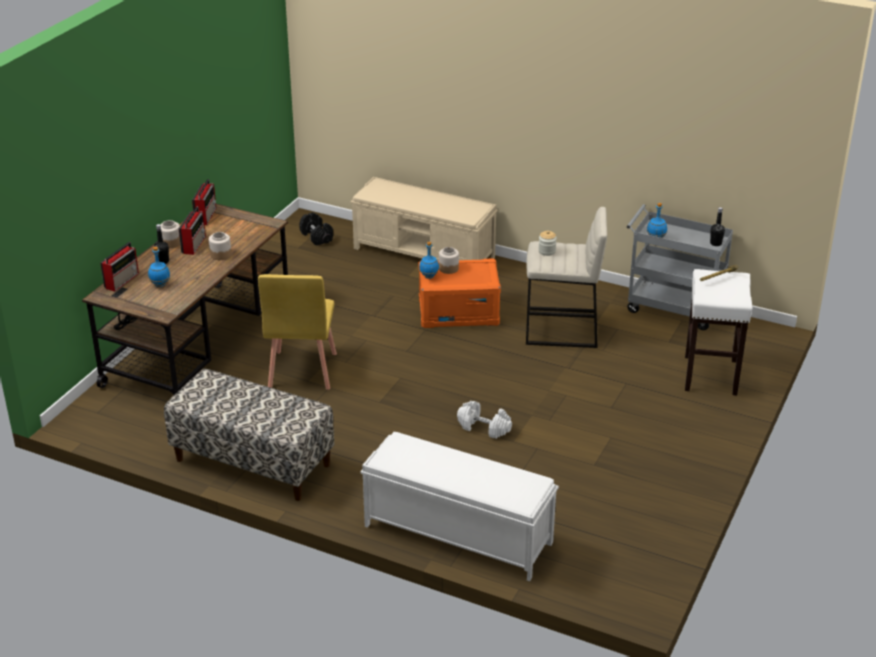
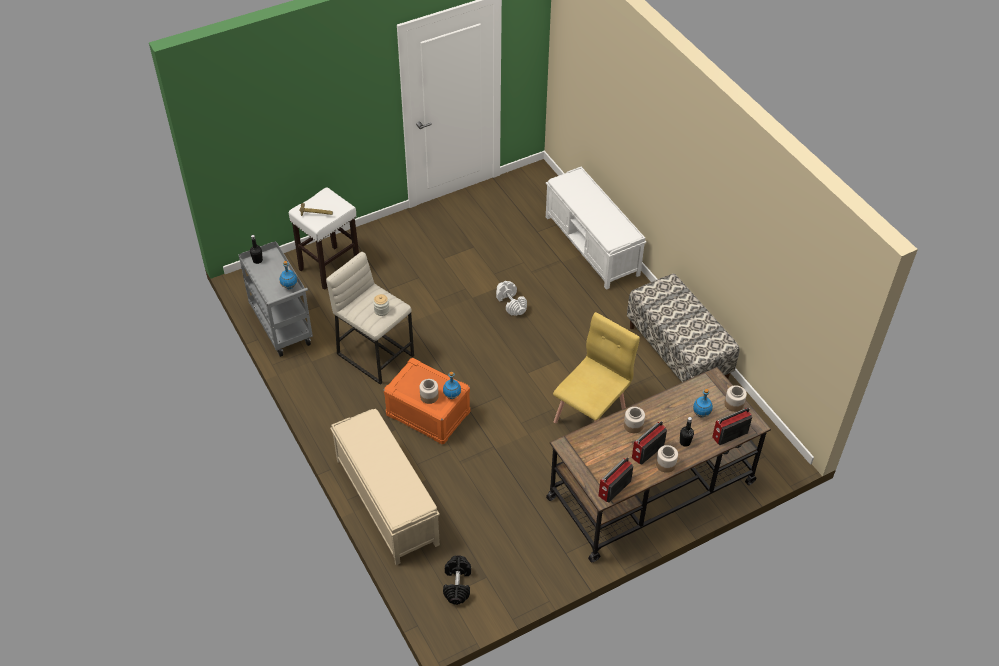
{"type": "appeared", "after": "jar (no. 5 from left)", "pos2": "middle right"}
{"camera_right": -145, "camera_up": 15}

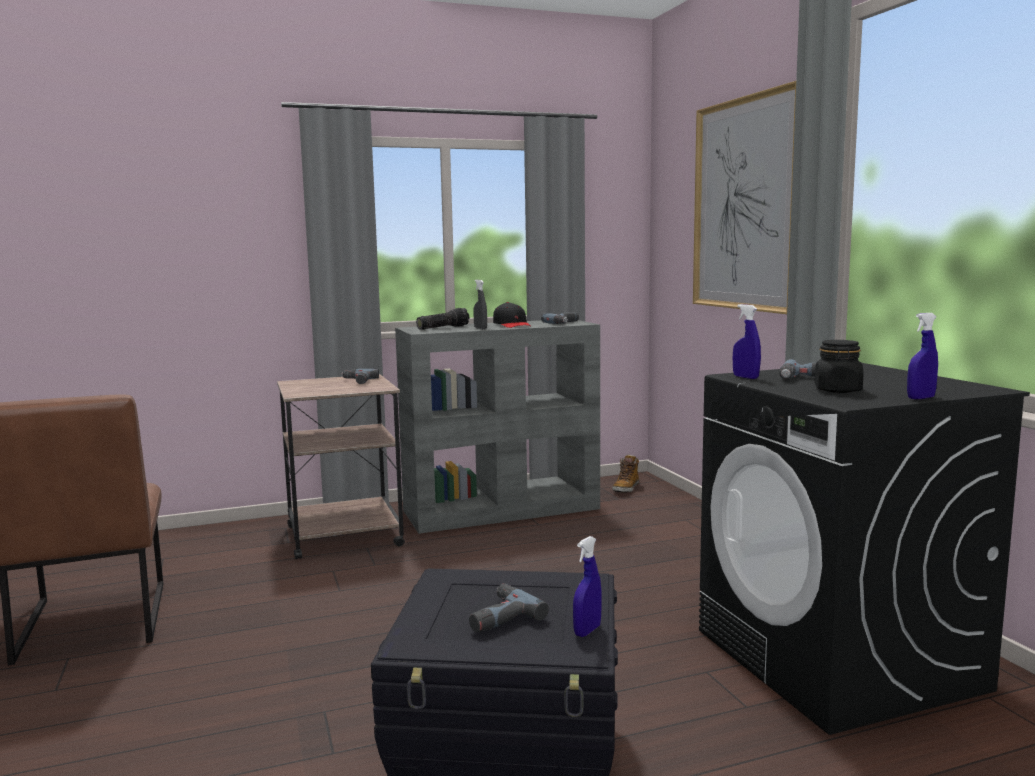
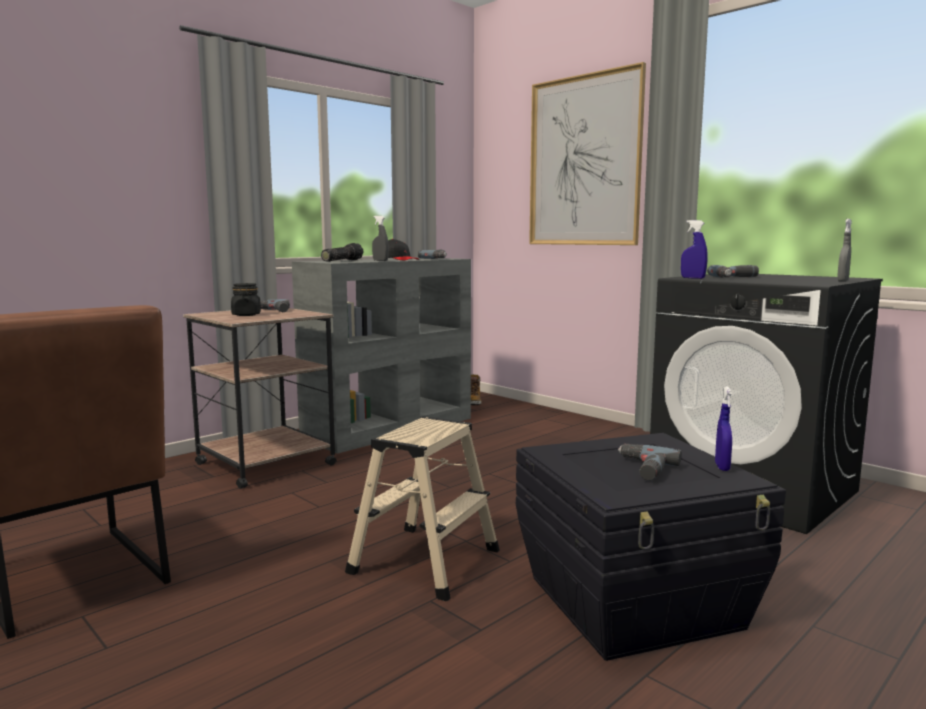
{"type": "appeared", "after": "step ladder/beige", "pos2": "bottom centre"}
{"type": "relocated", "before": "jar/black", "pos1": "middle right", "pos2": "middle left"}
{"type": "colour", "before": "spray bottle/blue (no. 3 from left)", "after": "spray bottle/grey (no. 2 from left)", "pos1": "middle right", "pos2": "middle right"}
{"camera_right": -25, "camera_up": 0}

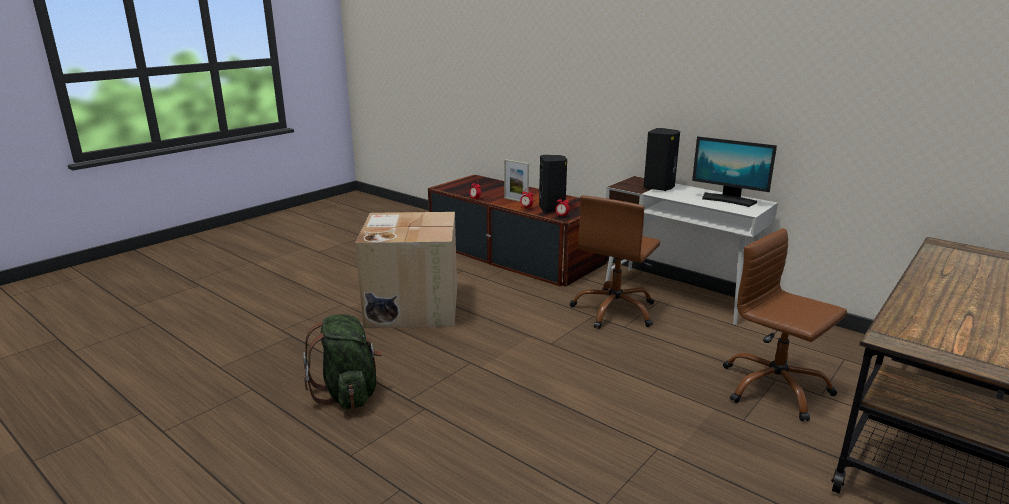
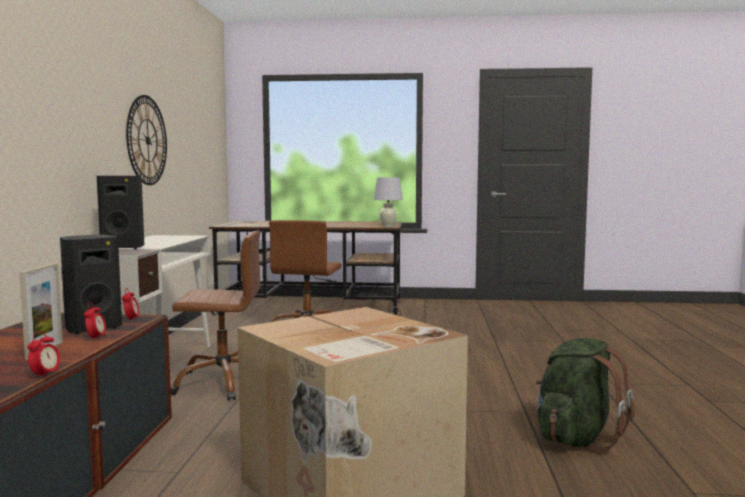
{"type": "missing", "before": "monitor", "pos1": "middle right"}
{"type": "appeared", "after": "wall clock", "pos2": "top left"}
{"type": "appeared", "after": "table lamp/white", "pos2": "centre"}
{"camera_right": -125, "camera_up": -15}

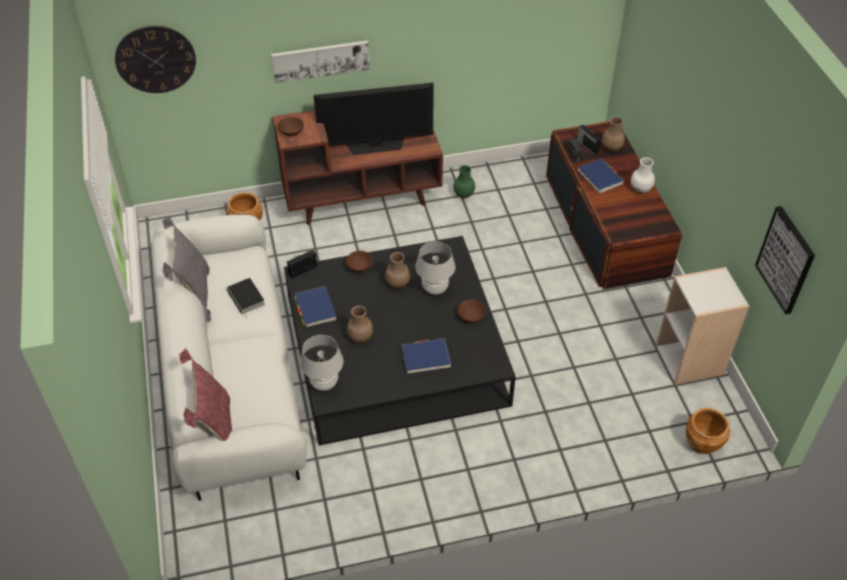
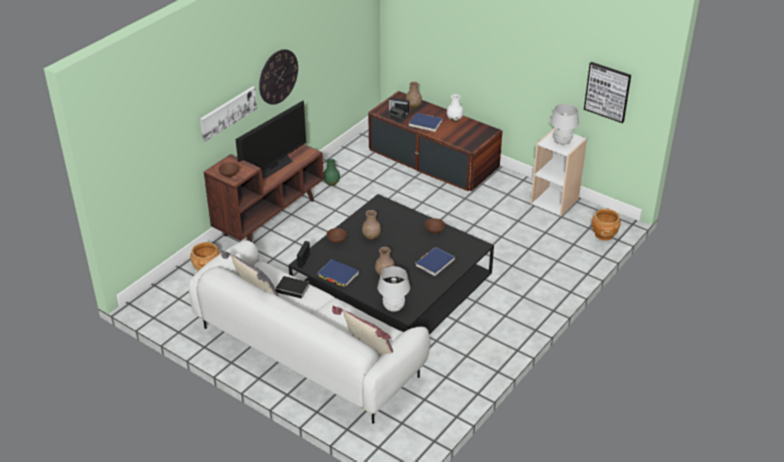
{"type": "relocated", "before": "wall clock", "pos1": "top left", "pos2": "top centre"}
{"type": "relocated", "before": "table lamp/white (no. 2 from left)", "pos1": "centre", "pos2": "top right"}
{"camera_right": -40, "camera_up": -10}

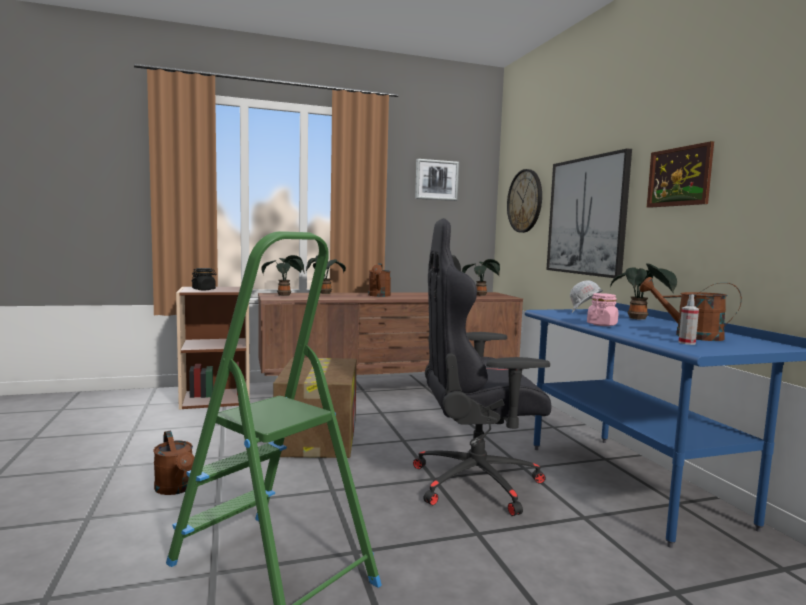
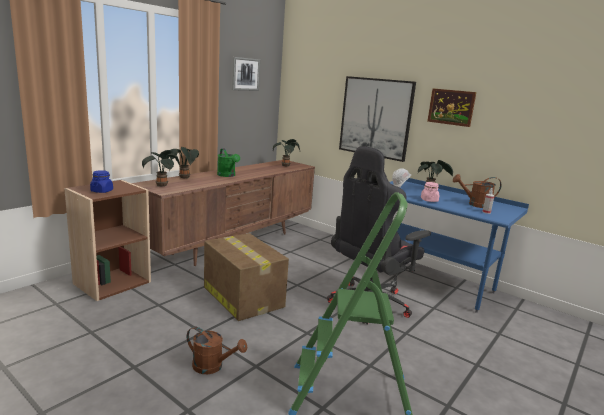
{"type": "missing", "before": "wall clock", "pos1": "top centre"}
{"type": "colour", "before": "jar/black", "after": "jar/blue", "pos1": "middle left", "pos2": "middle left"}
{"type": "colour", "before": "watering can/brown (no. 2 from left)", "after": "watering can/green", "pos1": "centre", "pos2": "centre"}
{"camera_right": -35, "camera_up": 10}

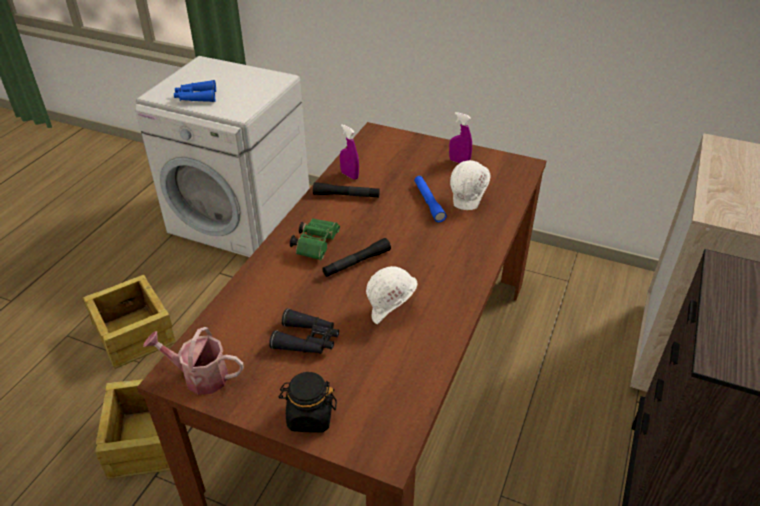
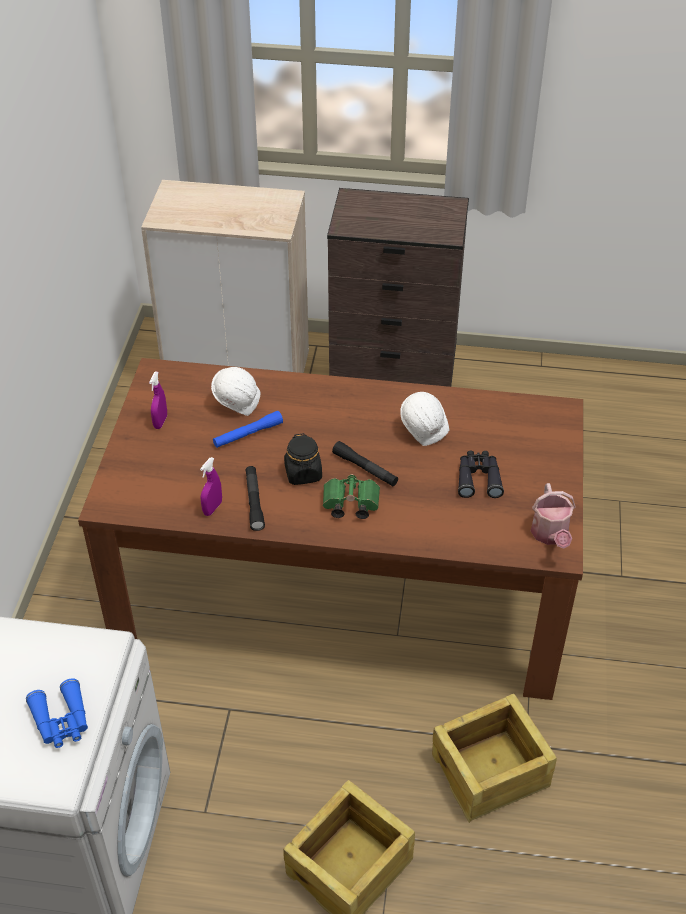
{"type": "relocated", "before": "jar/black", "pos1": "bottom centre", "pos2": "centre"}
{"camera_right": -105, "camera_up": 5}

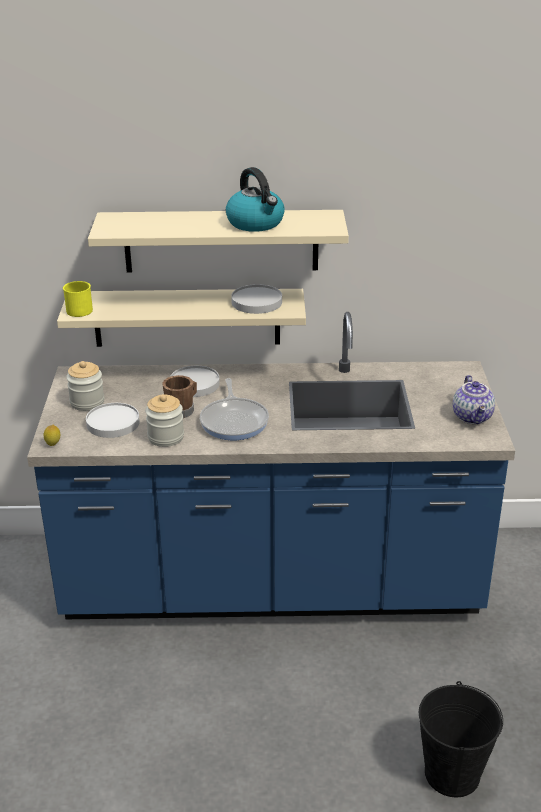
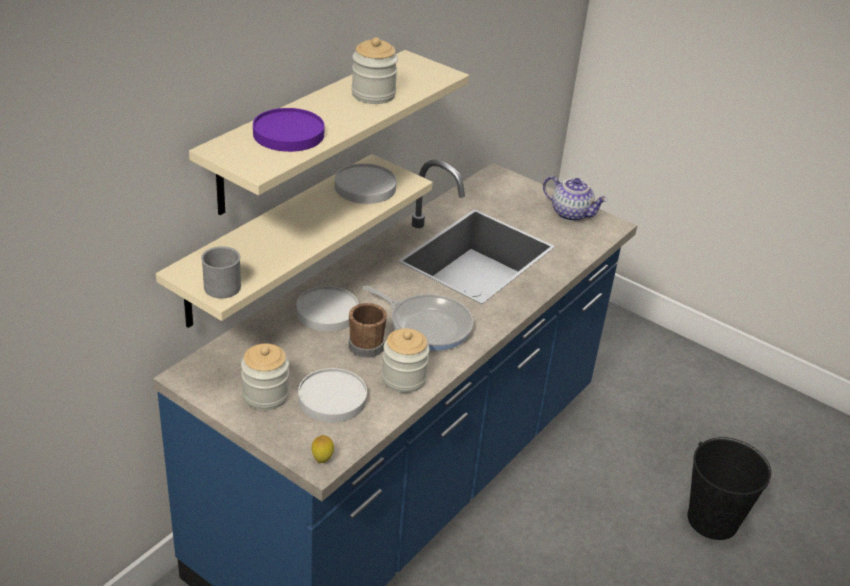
{"type": "appeared", "after": "plate/purple", "pos2": "top centre"}
{"type": "exchanged", "before": "kettle", "after": "jar (no. 2 from left)", "pos1": "top centre", "pos2": "top centre"}
{"type": "colour", "before": "mug/yellow", "after": "mug/grey", "pos1": "middle left", "pos2": "middle left"}
{"camera_right": -55, "camera_up": 5}

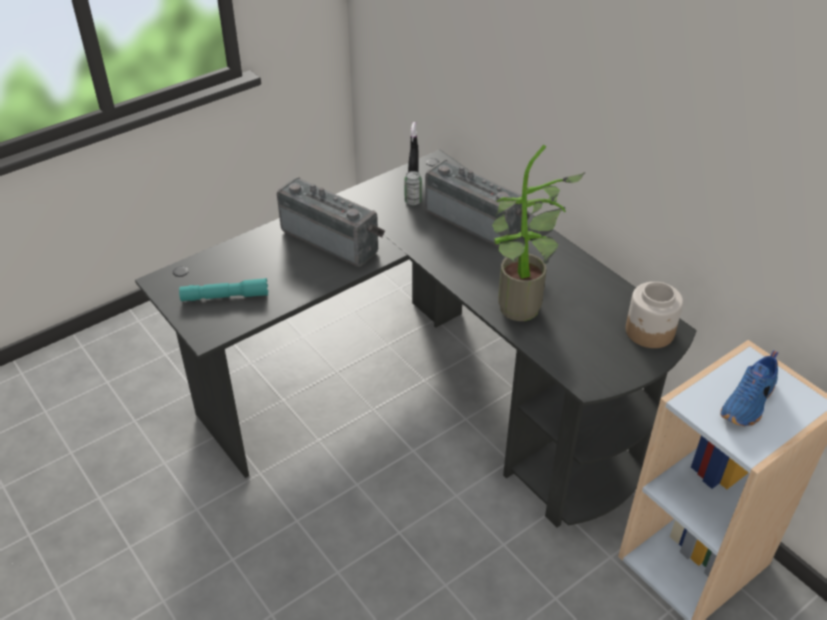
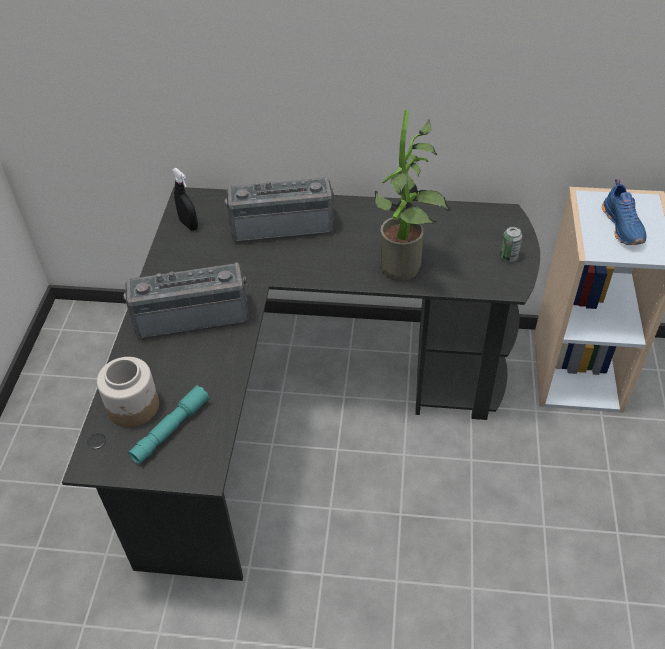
{"type": "relocated", "before": "can", "pos1": "top centre", "pos2": "middle right"}
{"type": "relocated", "before": "jar", "pos1": "middle right", "pos2": "middle left"}
{"camera_right": -45, "camera_up": 5}

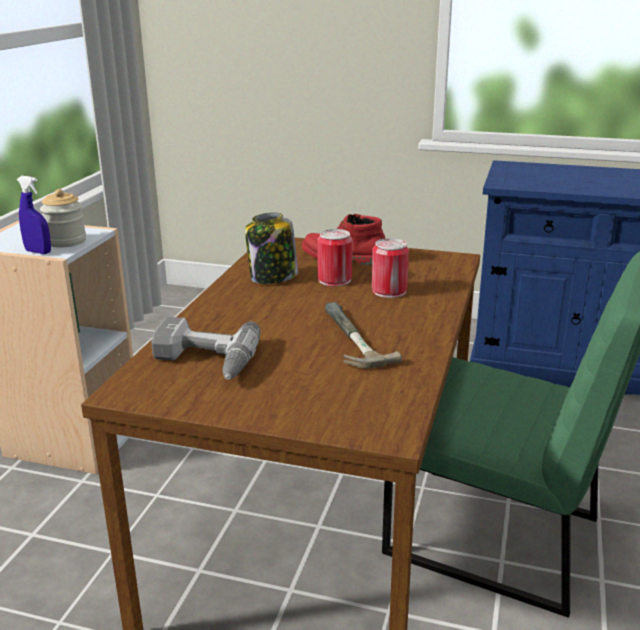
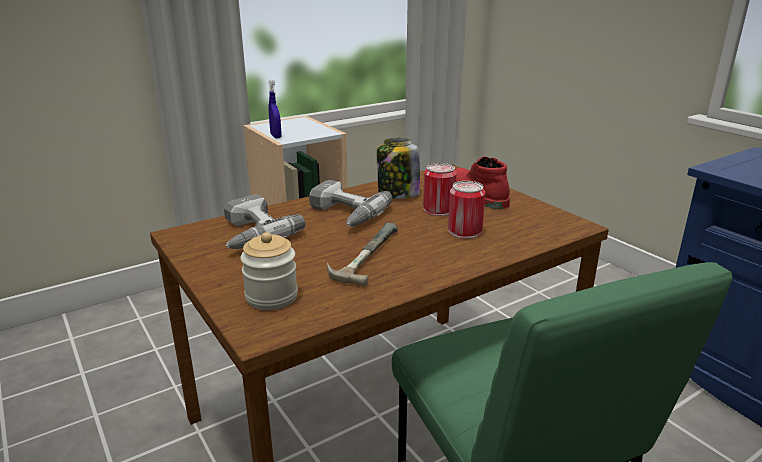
{"type": "appeared", "after": "power drill (no. 2 from left)", "pos2": "centre"}
{"type": "relocated", "before": "jar (no. 1 from left)", "pos1": "middle left", "pos2": "centre"}
{"camera_right": 40, "camera_up": 0}

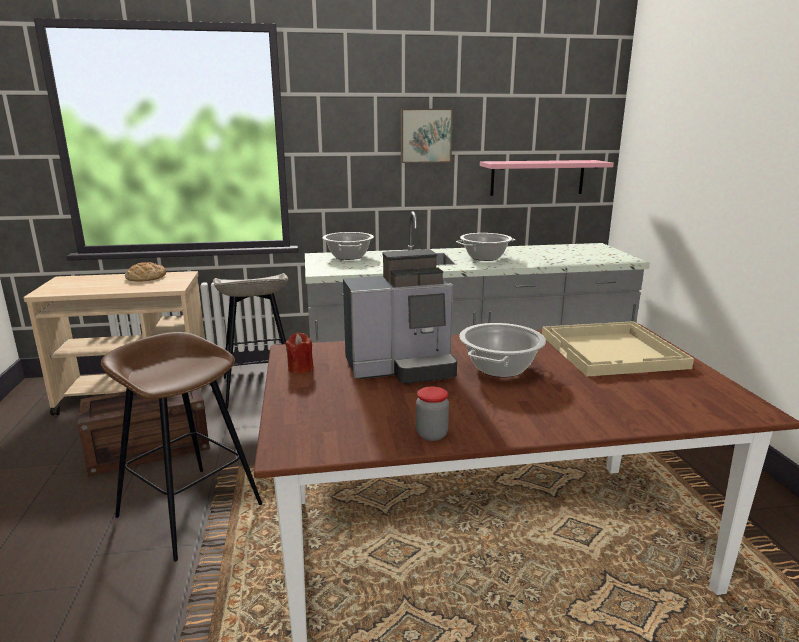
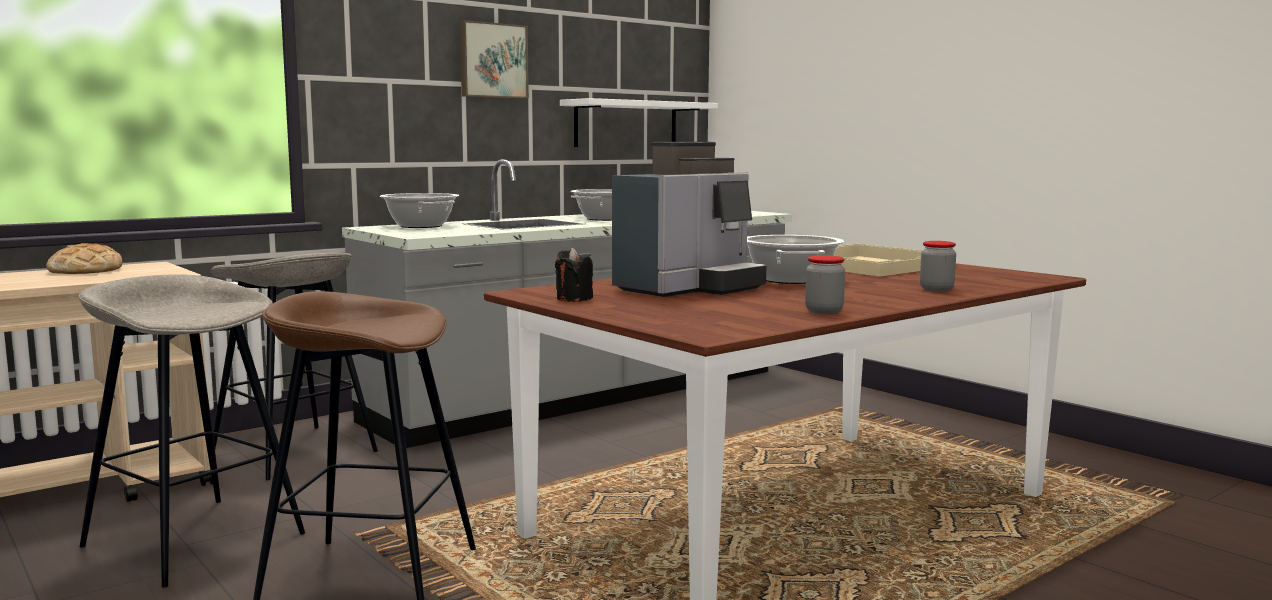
{"type": "appeared", "after": "jar (no. 2 from left)", "pos2": "middle right"}
{"type": "exchanged", "before": "crate", "after": "stool/grey (no. 1 from left)", "pos1": "bottom left", "pos2": "bottom left"}
{"type": "colour", "before": "candle/red", "after": "candle/black", "pos1": "centre", "pos2": "centre"}
{"type": "colour", "before": "shelf/pink", "after": "shelf/white", "pos1": "top right", "pos2": "top centre"}
{"camera_right": -30, "camera_up": -10}

